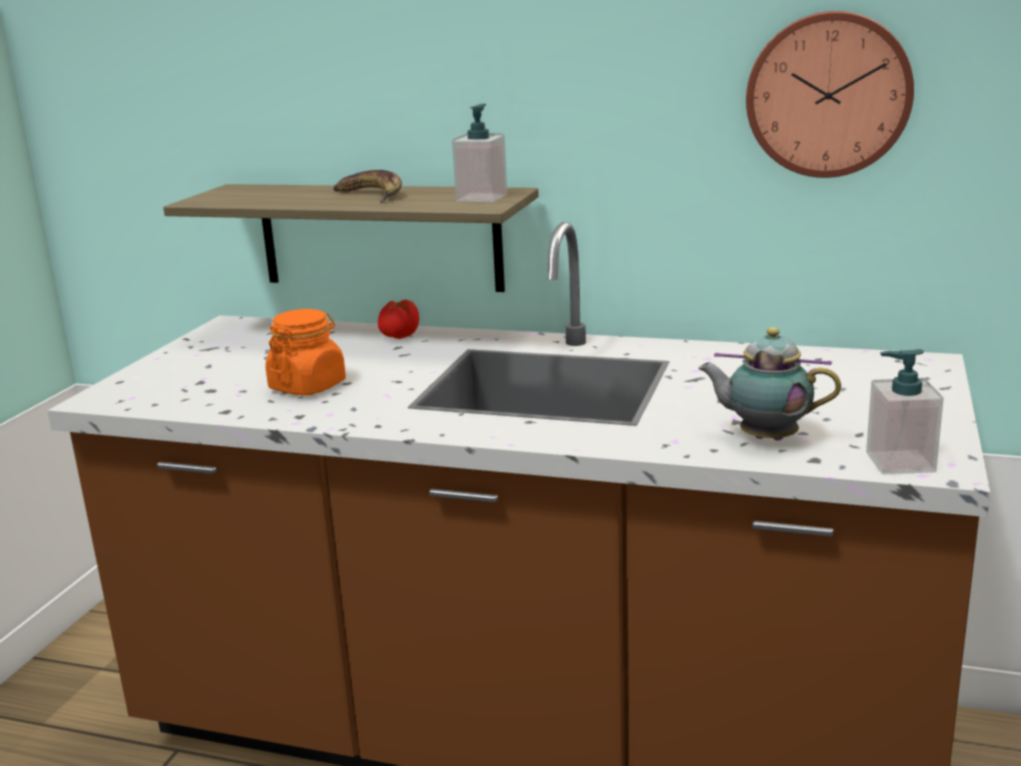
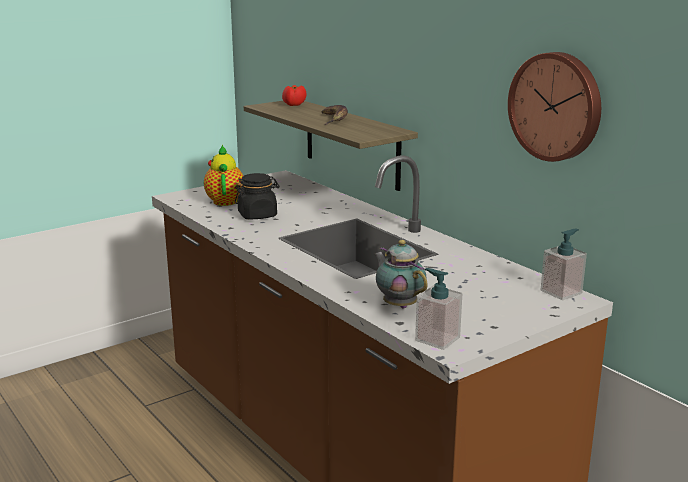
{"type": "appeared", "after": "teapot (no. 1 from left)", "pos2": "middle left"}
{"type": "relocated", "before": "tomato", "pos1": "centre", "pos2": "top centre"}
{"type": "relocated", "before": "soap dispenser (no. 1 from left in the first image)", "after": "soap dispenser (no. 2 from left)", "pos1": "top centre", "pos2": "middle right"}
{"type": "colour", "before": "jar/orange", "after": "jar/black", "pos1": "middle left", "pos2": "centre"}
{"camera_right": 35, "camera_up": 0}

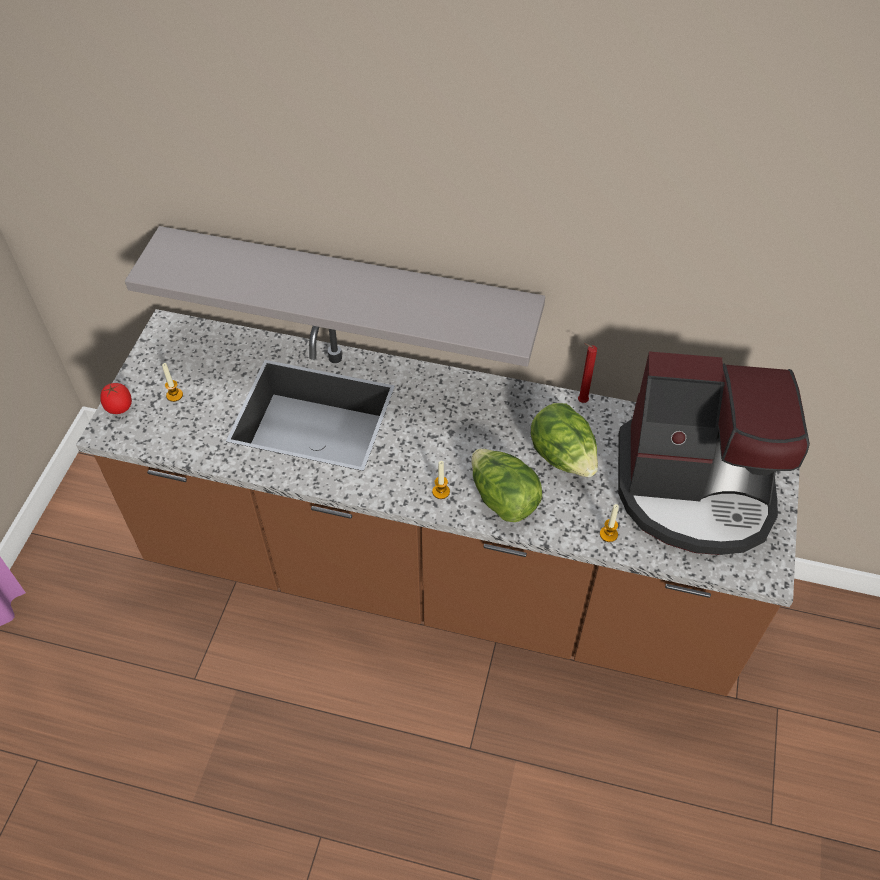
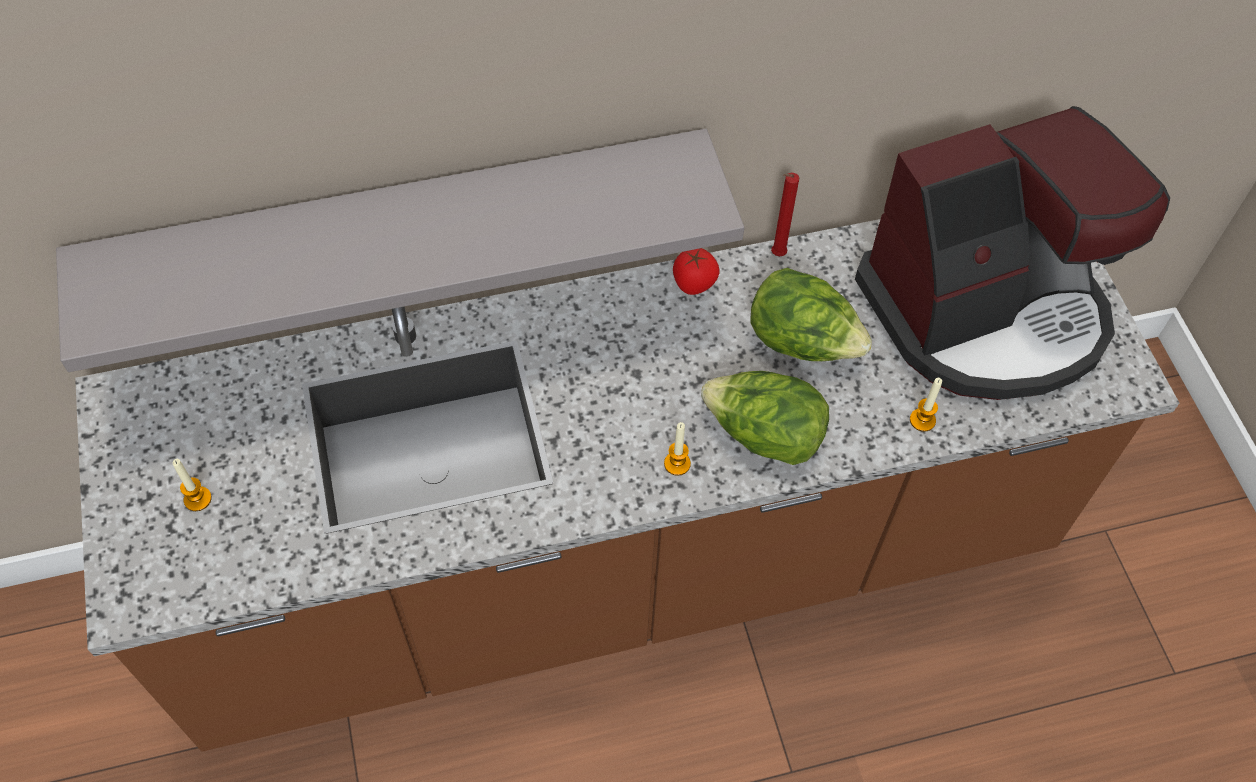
{"type": "relocated", "before": "tomato", "pos1": "middle left", "pos2": "centre"}
{"camera_right": -30, "camera_up": 5}

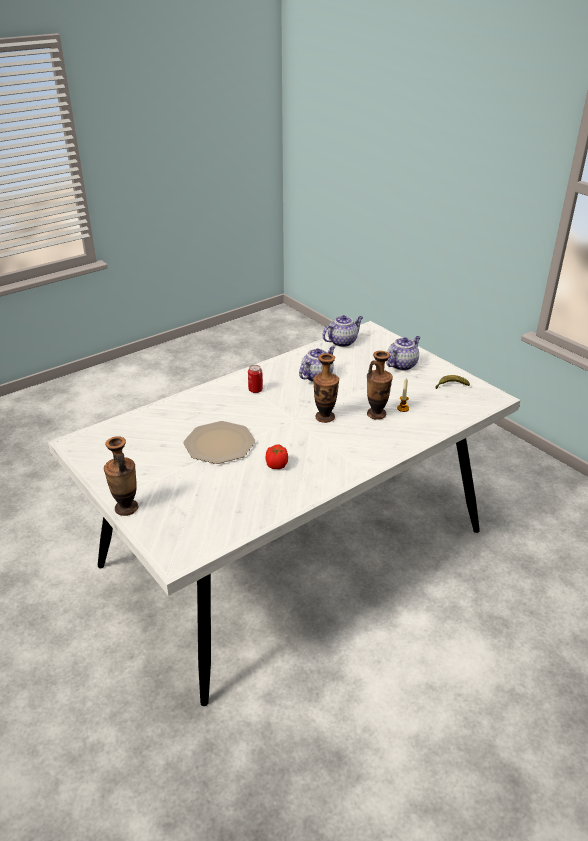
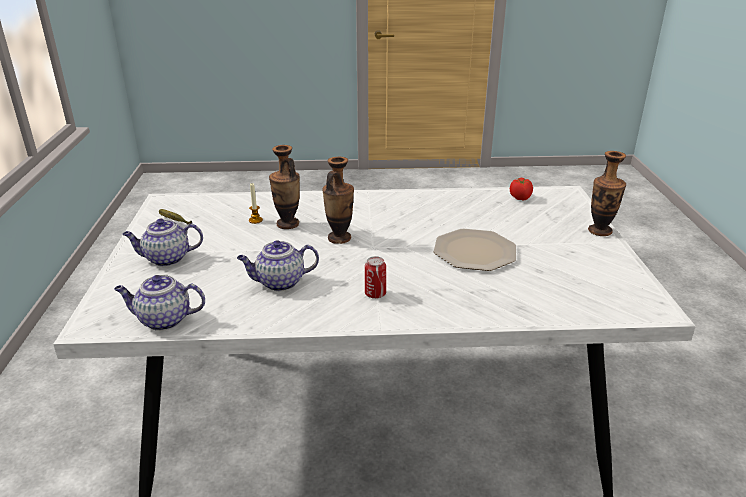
{"type": "relocated", "before": "tomato", "pos1": "centre", "pos2": "middle right"}
{"camera_right": -145, "camera_up": -5}

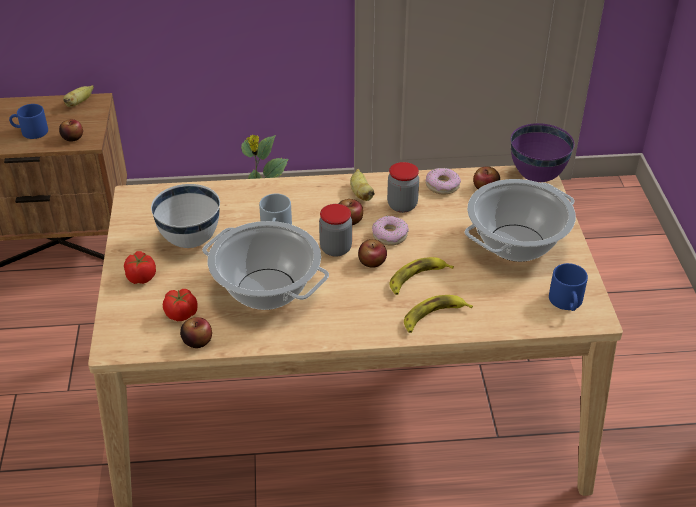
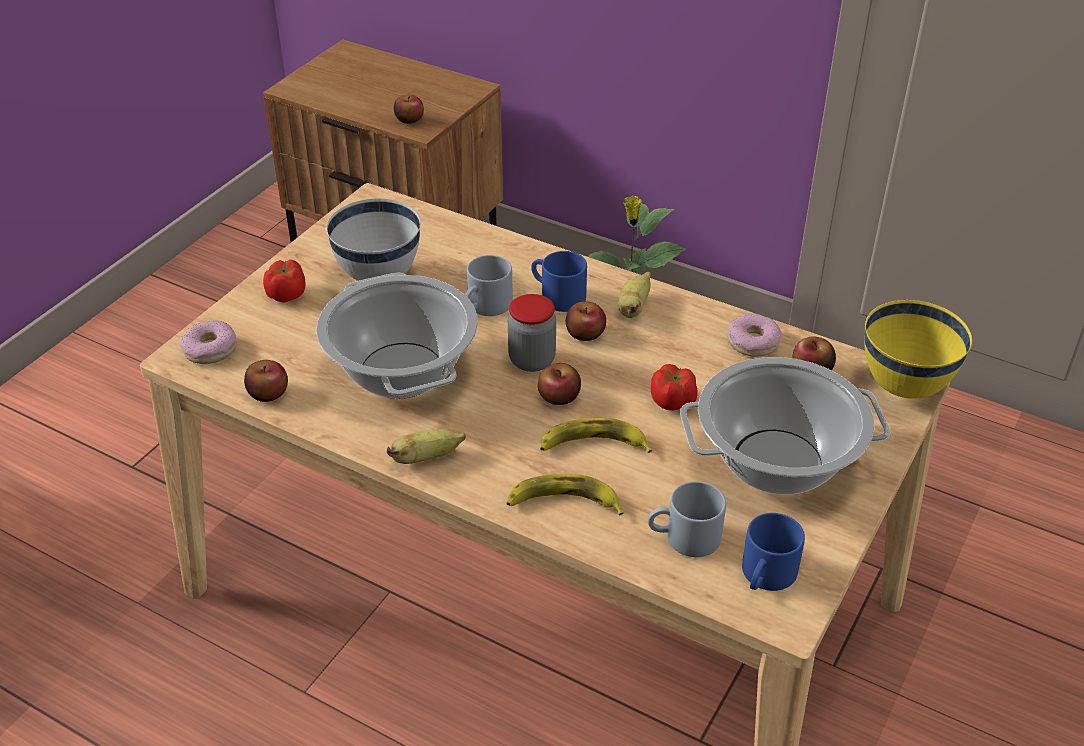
{"type": "missing", "before": "jar (no. 2 from left)", "pos1": "centre"}
{"type": "appeared", "after": "mug/grey (no. 2 from left)", "pos2": "bottom centre"}
{"type": "relocated", "before": "mug/blue (no. 1 from left)", "pos1": "top left", "pos2": "centre"}
{"type": "relocated", "before": "banana (no. 1 from left)", "pos1": "top left", "pos2": "centre"}
{"type": "relocated", "before": "tomato (no. 2 from left)", "pos1": "middle left", "pos2": "centre"}
{"type": "relocated", "before": "donut (no. 1 from left)", "pos1": "centre", "pos2": "middle left"}
{"type": "colour", "before": "bowl/purple", "after": "bowl/yellow", "pos1": "top right", "pos2": "middle right"}
{"camera_right": 35, "camera_up": 0}

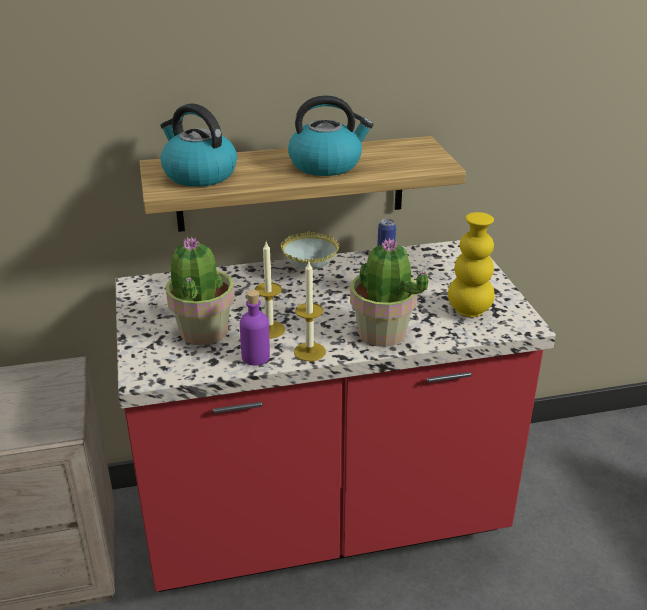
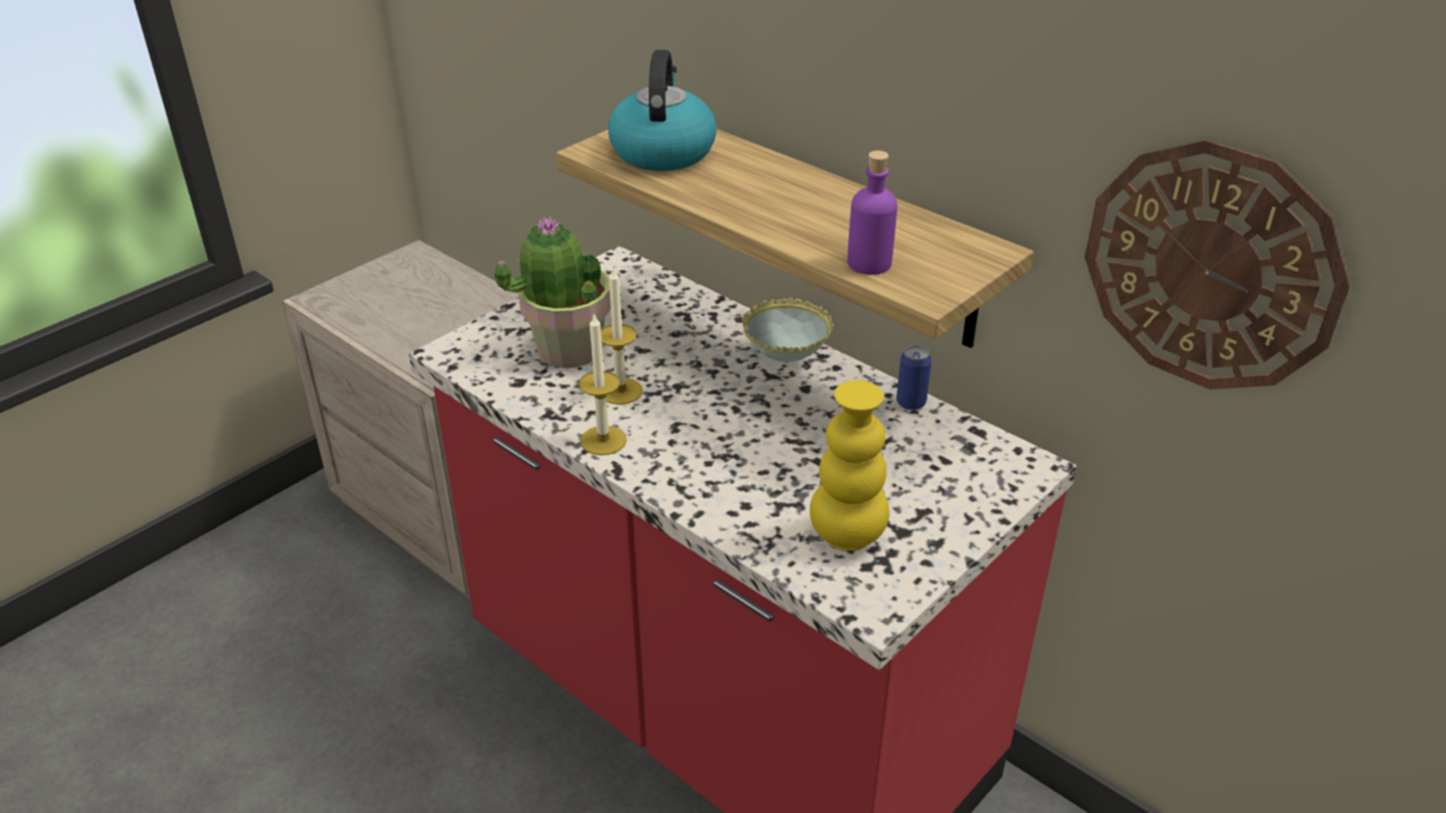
{"type": "missing", "before": "kettle (no. 2 from left)", "pos1": "top centre"}
{"type": "missing", "before": "potted plant (no. 2 from left)", "pos1": "centre"}
{"type": "appeared", "after": "wall clock", "pos2": "top right"}
{"type": "relocated", "before": "bottle/purple", "pos1": "centre", "pos2": "top centre"}
{"camera_right": 55, "camera_up": 5}

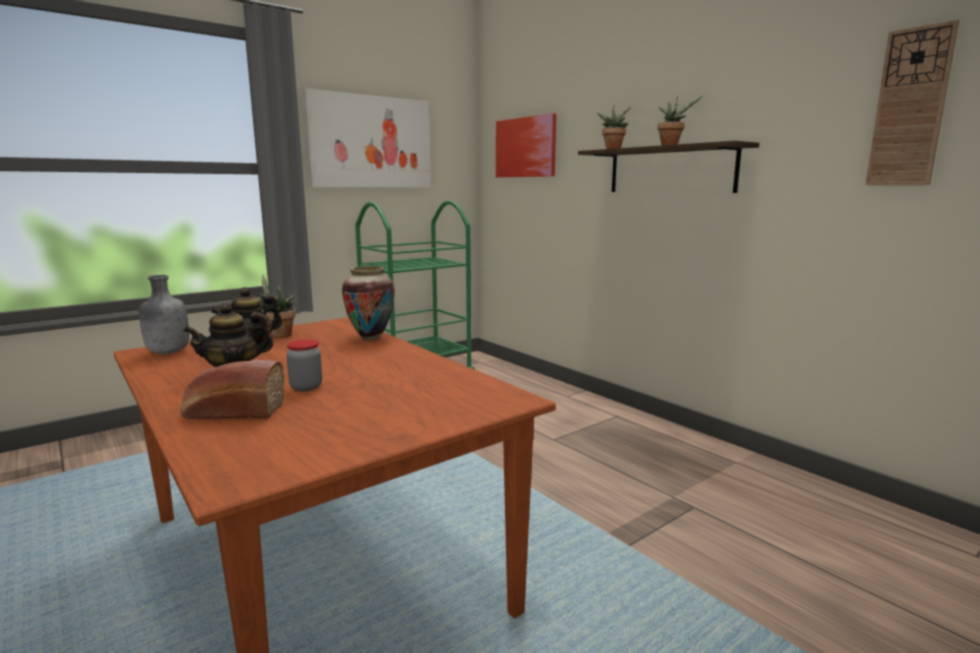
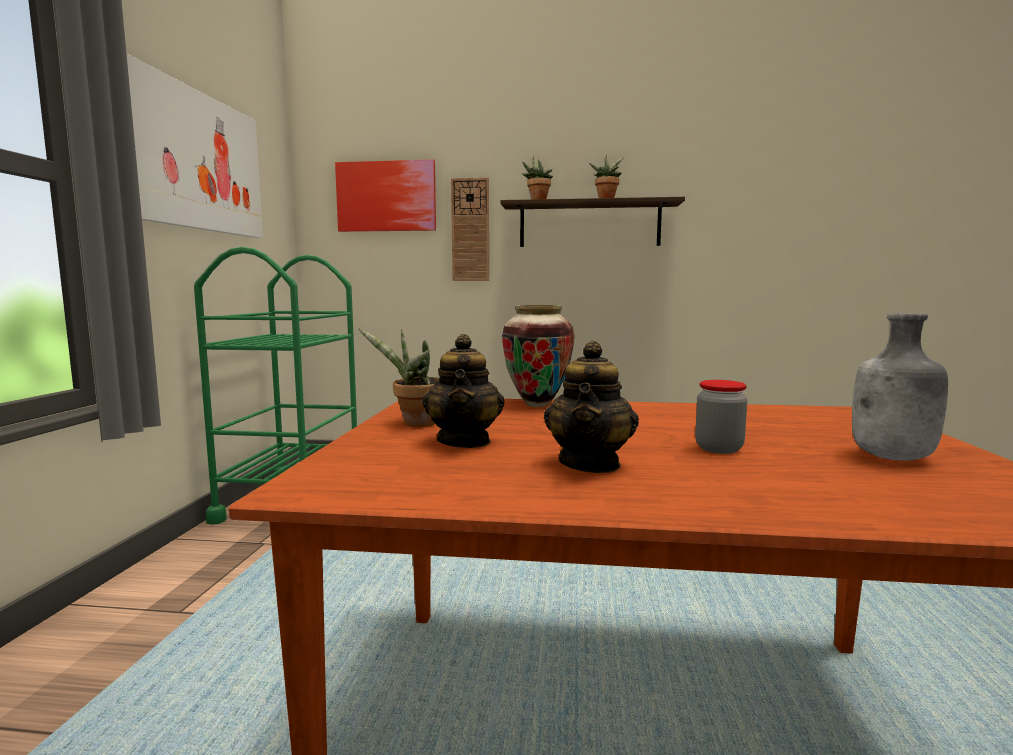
{"type": "missing", "before": "bread", "pos1": "middle left"}
{"type": "relocated", "before": "bottle/grey", "pos1": "middle left", "pos2": "middle right"}
{"type": "relocated", "before": "wall clock", "pos1": "top right", "pos2": "top centre"}
{"camera_right": -45, "camera_up": -5}

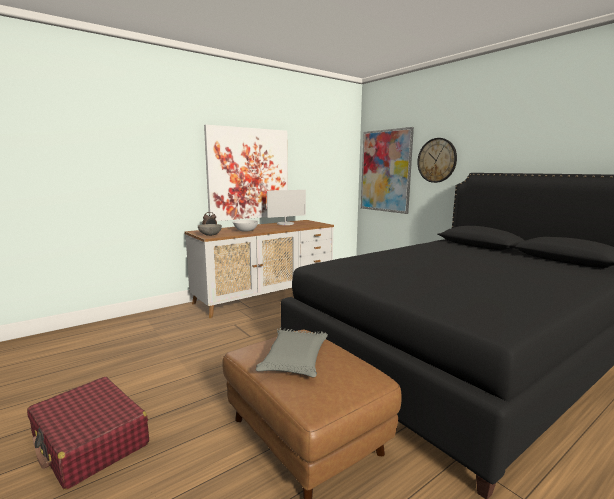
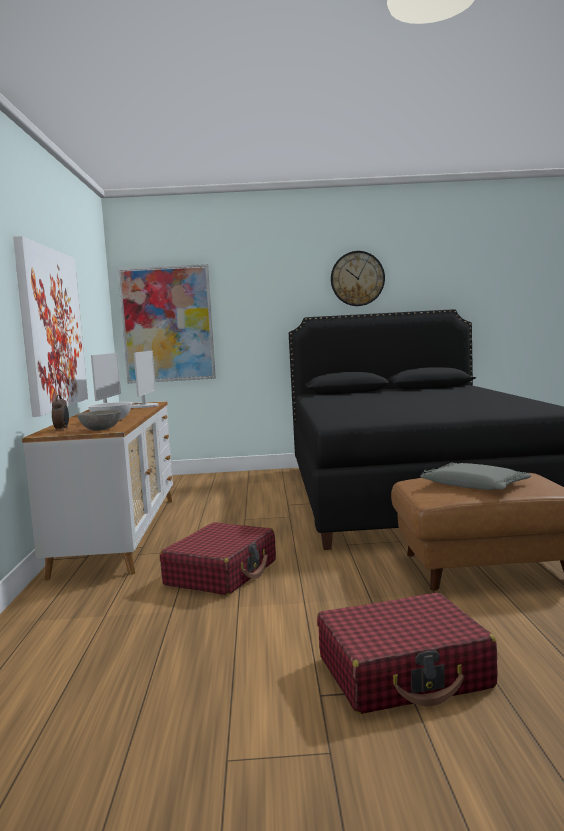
{"type": "appeared", "after": "monitor (no. 2 from left)", "pos2": "middle left"}
{"type": "appeared", "after": "suitcase/red (no. 1 from left)", "pos2": "bottom centre"}
{"type": "relocated", "before": "wall clock", "pos1": "top right", "pos2": "centre"}
{"camera_right": -55, "camera_up": -5}

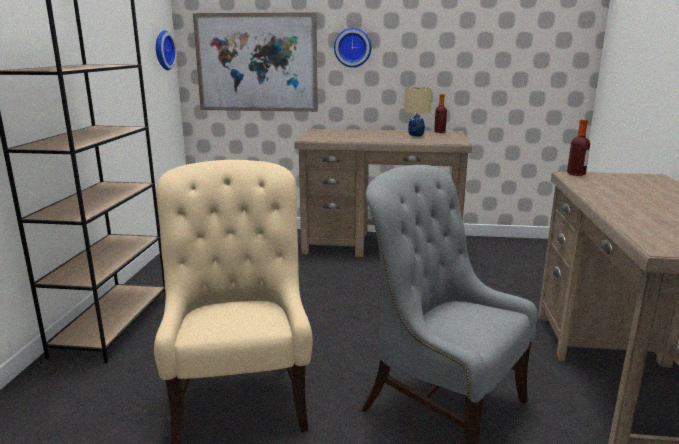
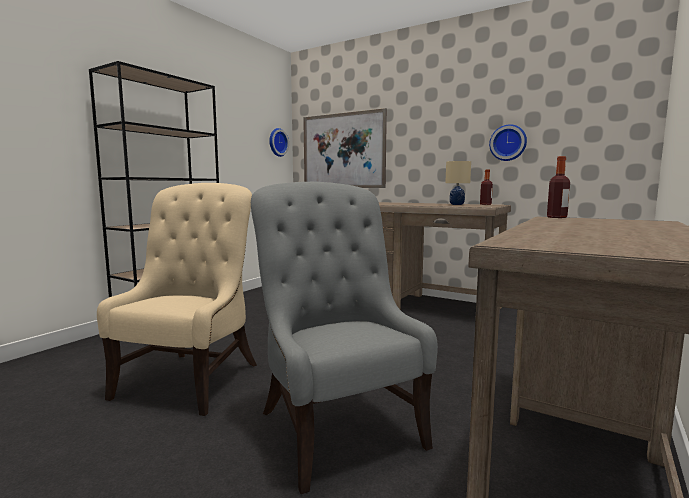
{"type": "relocated", "before": "wall clock (no. 2 from left)", "pos1": "top centre", "pos2": "top right"}
{"camera_right": 25, "camera_up": -10}

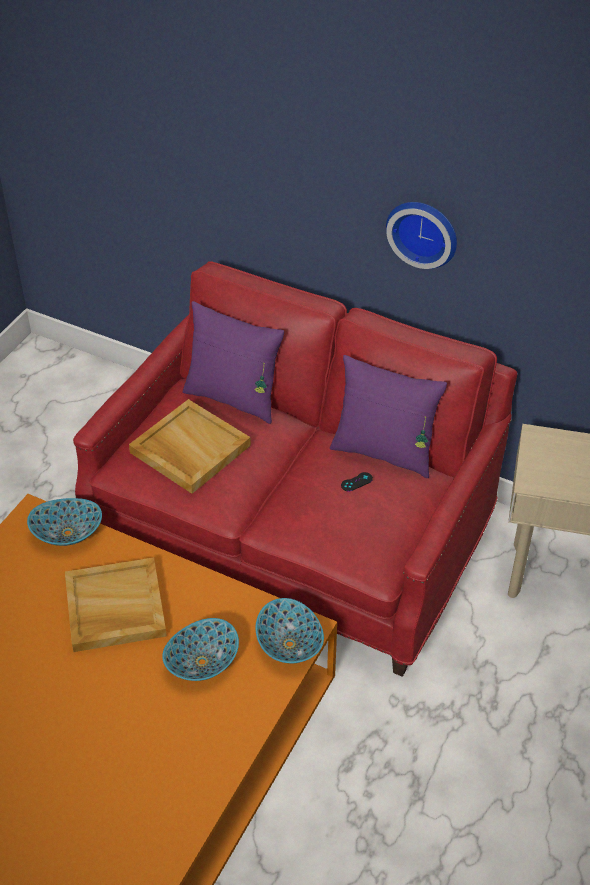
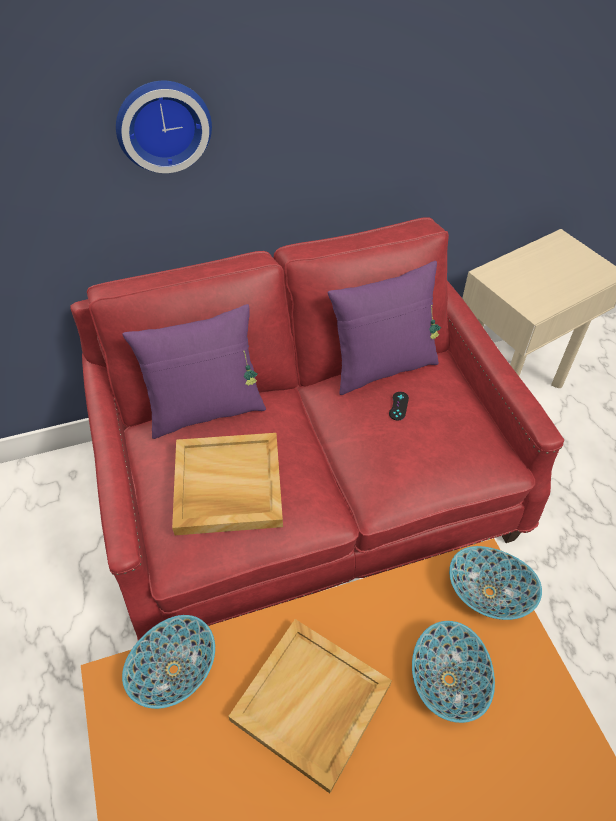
{"type": "relocated", "before": "wall clock", "pos1": "top right", "pos2": "top left"}
{"camera_right": -45, "camera_up": 5}

